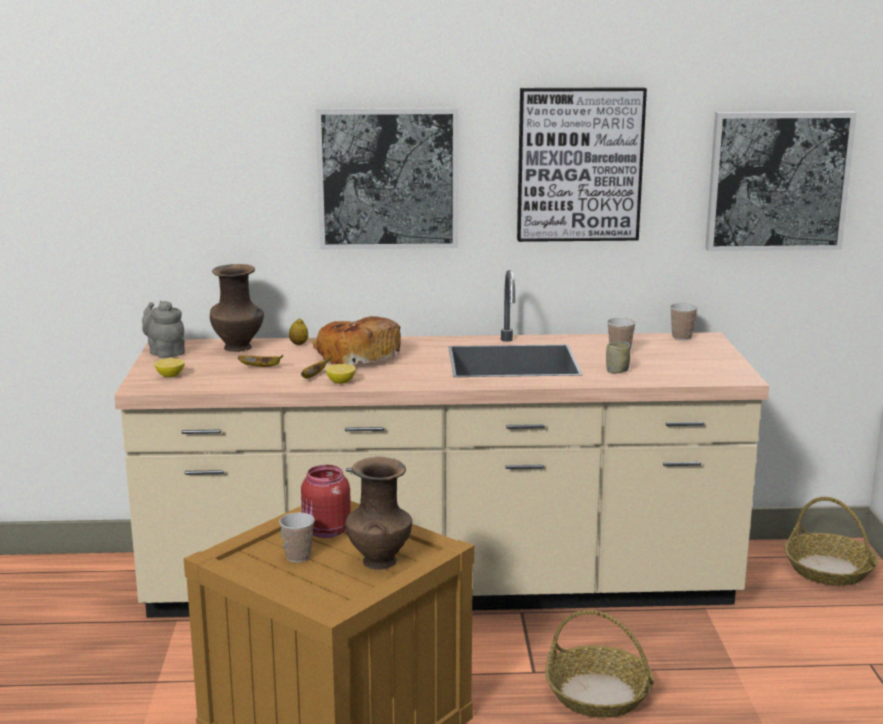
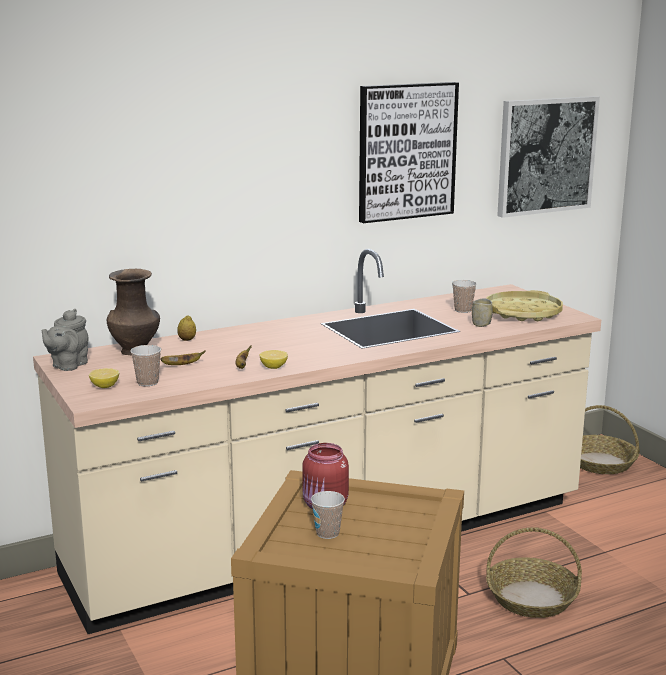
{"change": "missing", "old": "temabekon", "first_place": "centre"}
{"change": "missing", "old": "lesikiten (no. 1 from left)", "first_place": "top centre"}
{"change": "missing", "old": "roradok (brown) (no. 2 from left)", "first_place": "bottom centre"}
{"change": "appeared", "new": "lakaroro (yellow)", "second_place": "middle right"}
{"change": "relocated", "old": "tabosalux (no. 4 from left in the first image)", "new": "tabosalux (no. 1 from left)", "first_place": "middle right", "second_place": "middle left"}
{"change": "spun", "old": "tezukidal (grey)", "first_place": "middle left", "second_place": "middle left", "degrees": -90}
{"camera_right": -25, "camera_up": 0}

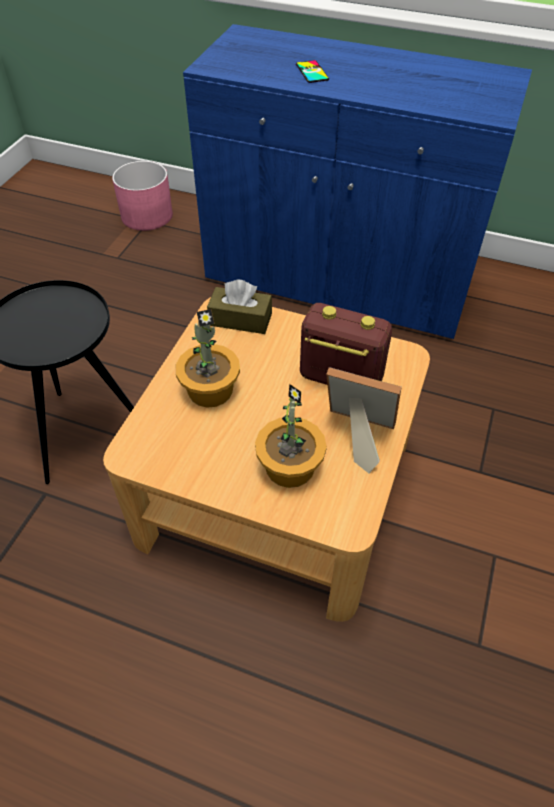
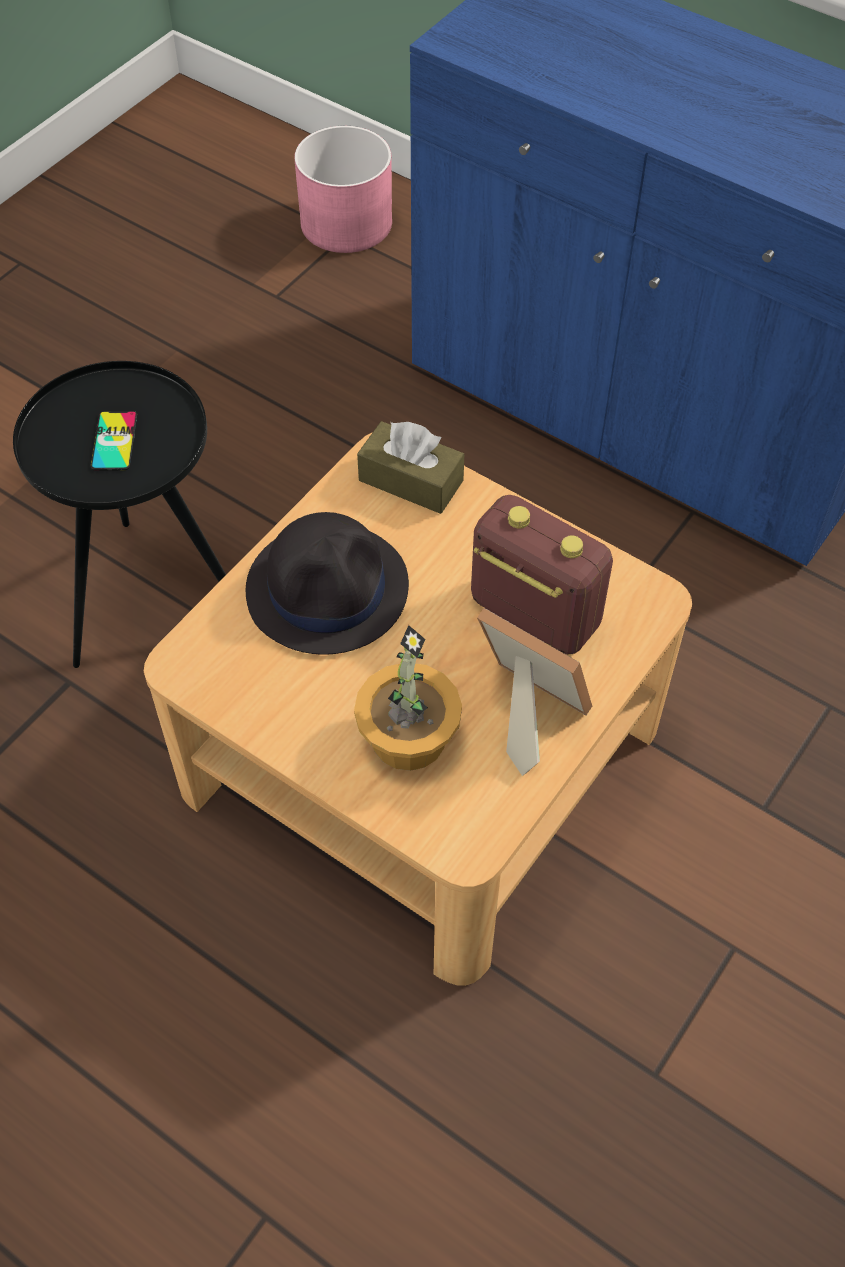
{"change": "relocated", "old": "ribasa", "first_place": "top centre", "second_place": "middle left"}
{"change": "exchanged", "old": "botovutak (no. 1 from left)", "new": "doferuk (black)", "first_place": "centre", "second_place": "centre"}
{"camera_right": 15, "camera_up": 5}

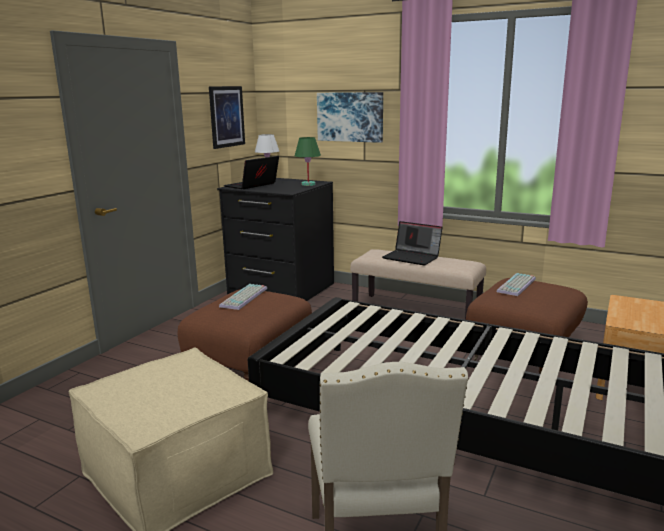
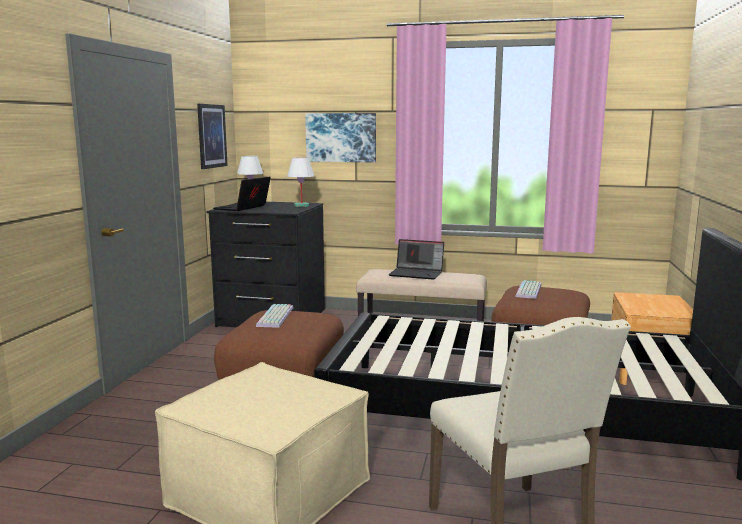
{"change": "colour", "old": "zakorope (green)", "new": "zakorope (white) (no. 2 from left)", "first_place": "top centre", "second_place": "centre"}
{"camera_right": -15, "camera_up": -5}

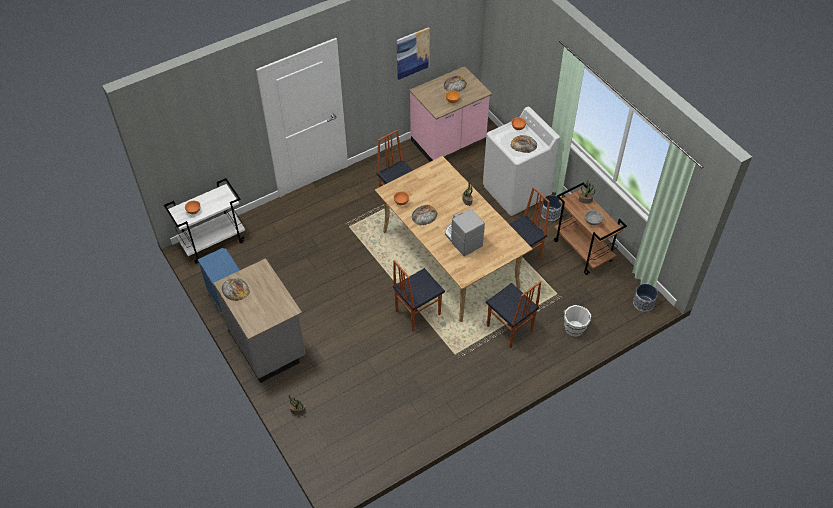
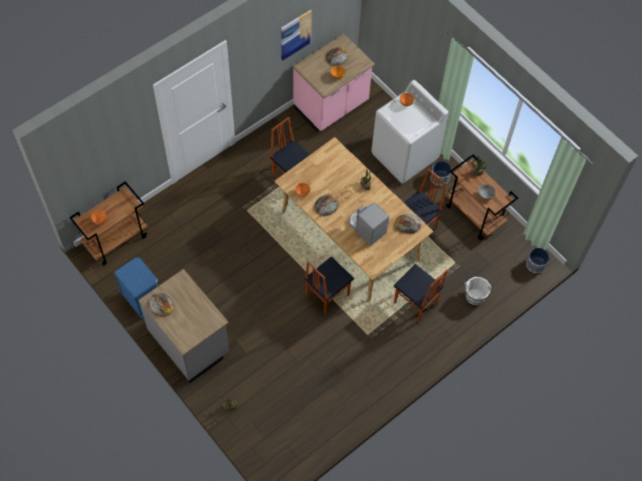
{"change": "relocated", "old": "temabekon (no. 4 from left)", "first_place": "top centre", "second_place": "centre"}
{"change": "colour", "old": "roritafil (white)", "new": "roritafil (brown) (no. 1 from left)", "first_place": "middle left", "second_place": "middle left"}
{"camera_right": -10, "camera_up": 10}

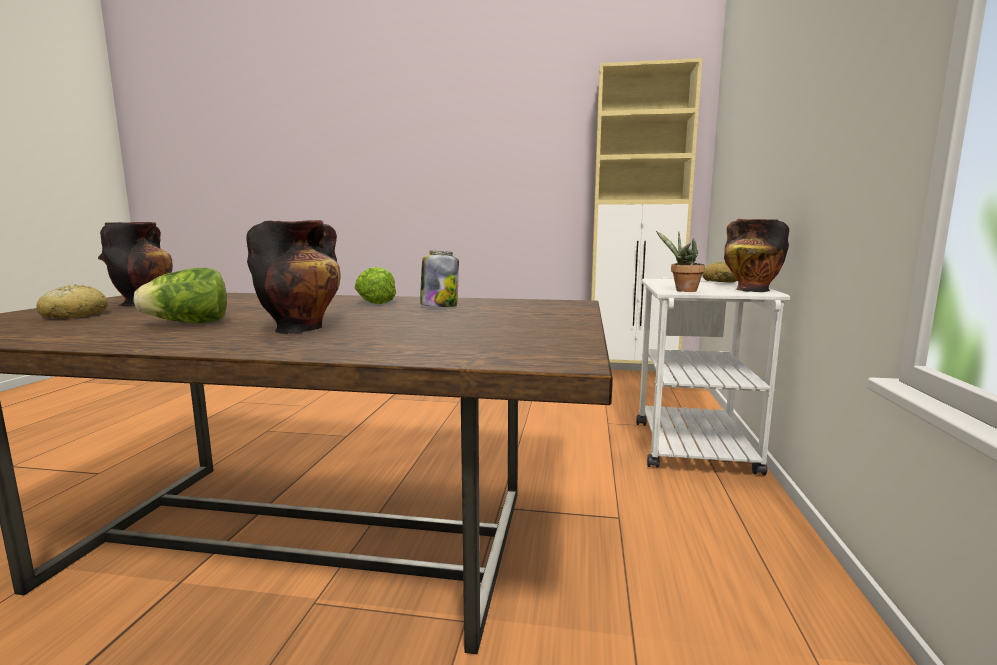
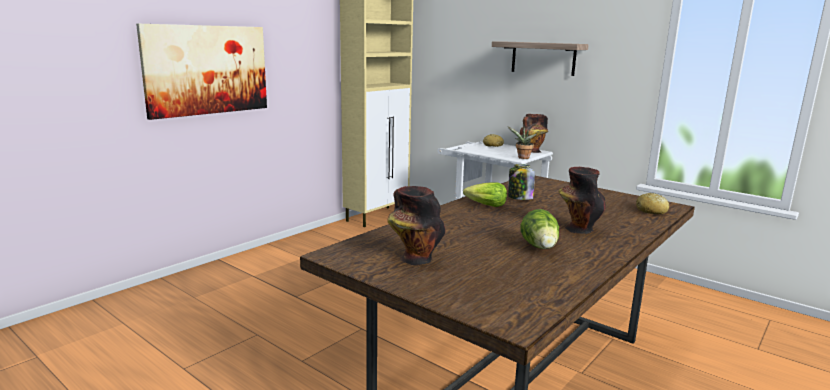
{"change": "appeared", "new": "lesikiten", "second_place": "top left"}
{"change": "appeared", "new": "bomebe", "second_place": "top centre"}
{"change": "relocated", "old": "temabekon (no. 1 from left in the first image)", "new": "temabekon (no. 2 from left)", "first_place": "middle left", "second_place": "middle right"}
{"camera_right": -60, "camera_up": 5}

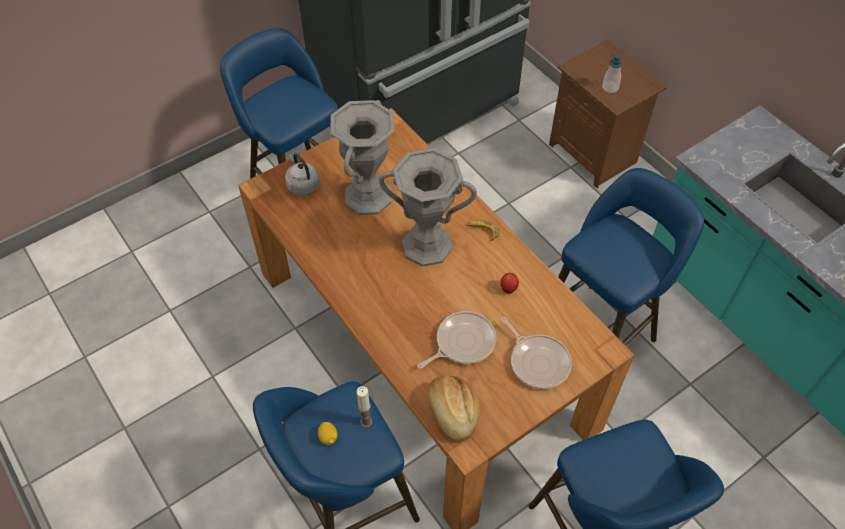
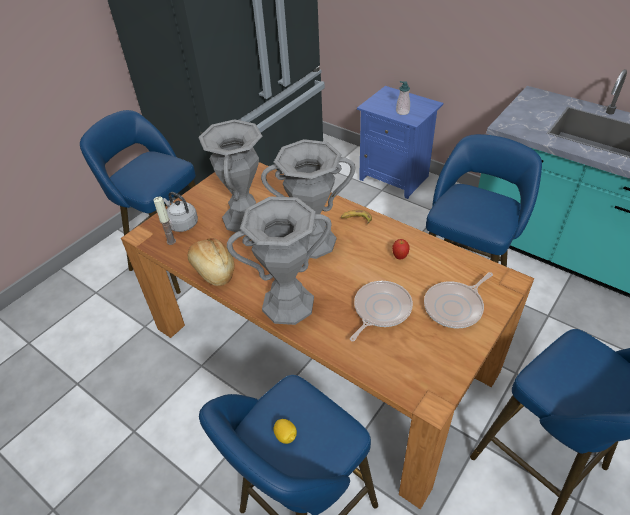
{"change": "appeared", "new": "roradok (grey) (no. 2 from left)", "second_place": "centre"}
{"change": "relocated", "old": "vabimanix", "first_place": "bottom centre", "second_place": "middle left"}
{"change": "relocated", "old": "temabekon", "first_place": "bottom centre", "second_place": "centre"}
{"change": "colour", "old": "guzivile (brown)", "new": "guzivile (blue)", "first_place": "top right", "second_place": "top centre"}
{"change": "spun", "old": "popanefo (no. 2 from left)", "first_place": "bottom centre", "second_place": "middle right", "degrees": 105}
{"camera_right": -15, "camera_up": -10}

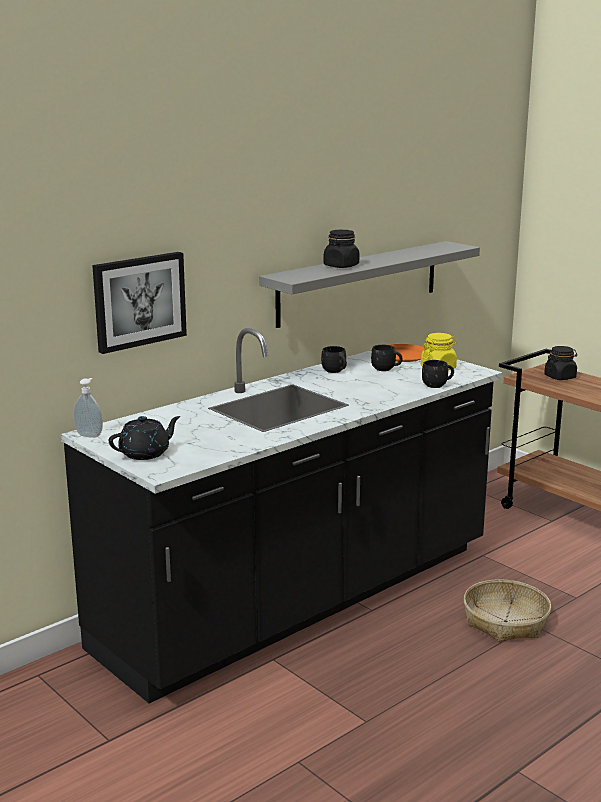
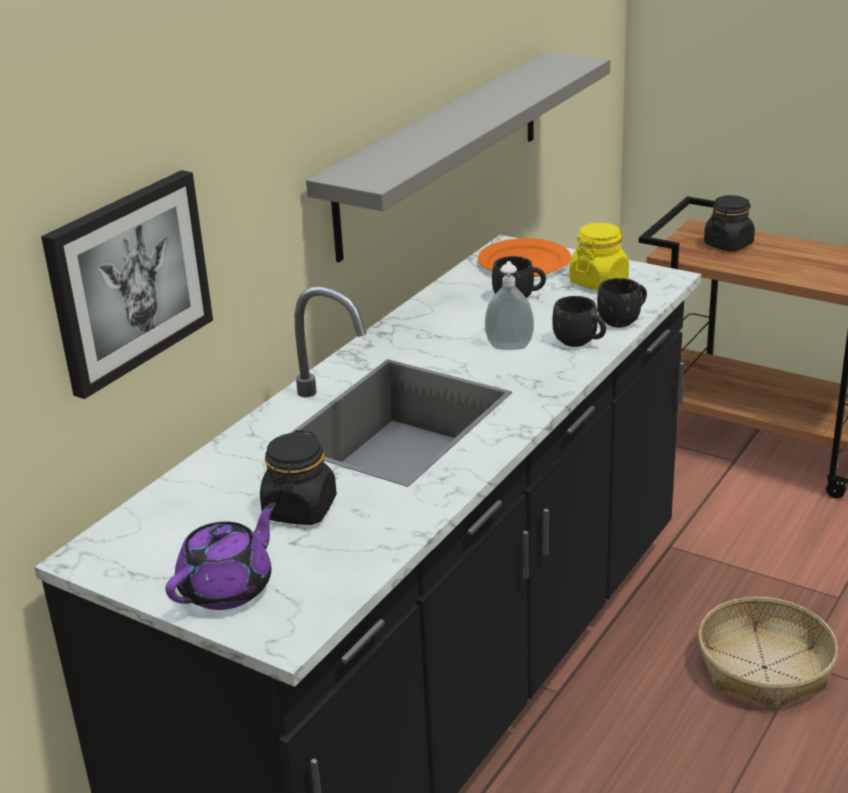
{"change": "relocated", "old": "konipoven", "first_place": "middle left", "second_place": "centre"}
{"change": "relocated", "old": "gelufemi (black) (no. 1 from left in the first image)", "new": "gelufemi (black) (no. 2 from left)", "first_place": "centre", "second_place": "middle right"}
{"change": "relocated", "old": "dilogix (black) (no. 1 from left)", "first_place": "top centre", "second_place": "centre"}
{"change": "colour", "old": "tezukidal (black)", "new": "tezukidal (purple)", "first_place": "middle left", "second_place": "bottom left"}
{"camera_right": -15, "camera_up": 10}

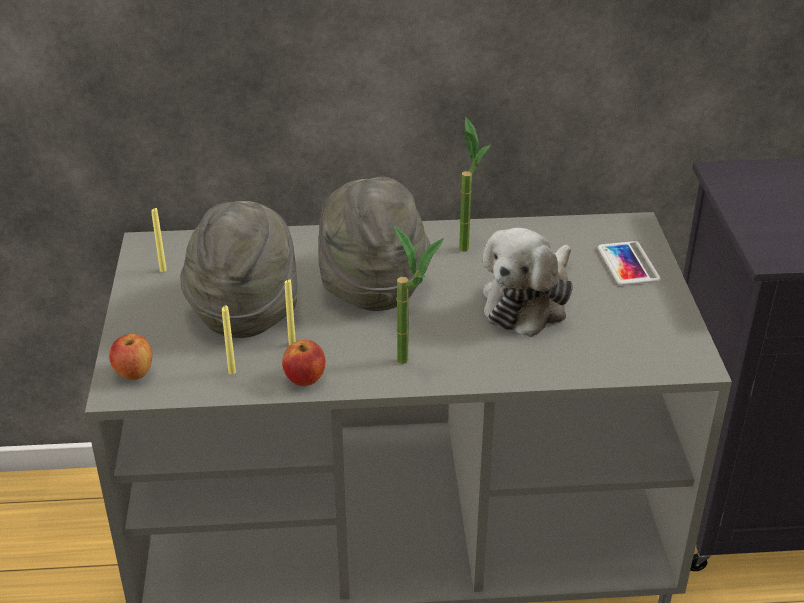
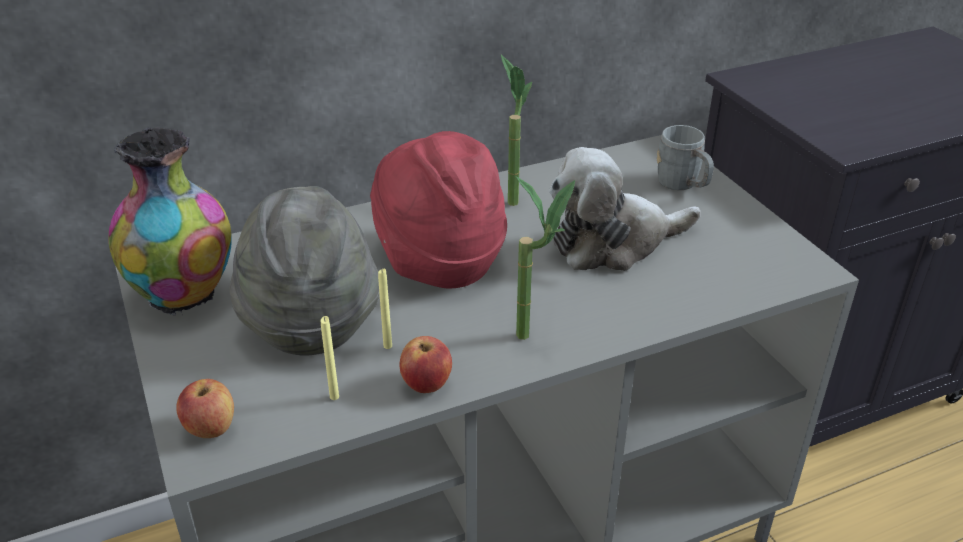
{"change": "exchanged", "old": "vabimanix (yellow) (no. 1 from left)", "new": "roradok", "first_place": "middle left", "second_place": "middle left"}
{"change": "exchanged", "old": "ribasa", "new": "gelufemi (grey)", "first_place": "middle right", "second_place": "top right"}
{"change": "colour", "old": "doferuk (grey) (no. 2 from left)", "new": "doferuk (red)", "first_place": "centre", "second_place": "centre"}
{"change": "spun", "old": "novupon", "first_place": "centre", "second_place": "centre", "degrees": 60}
{"camera_right": -20, "camera_up": 0}

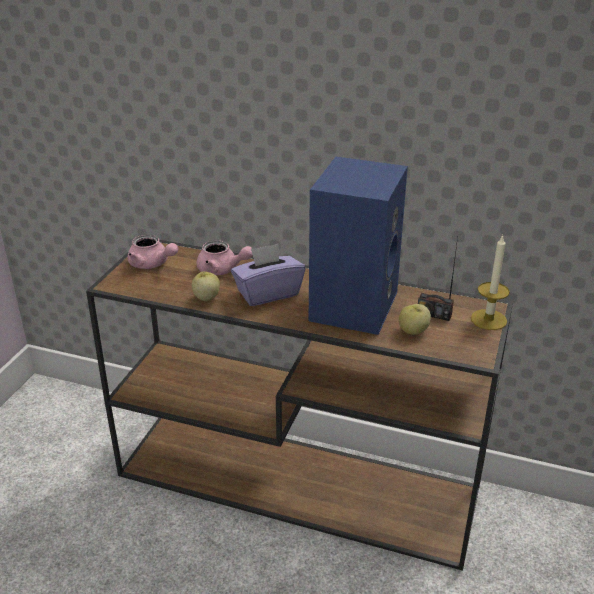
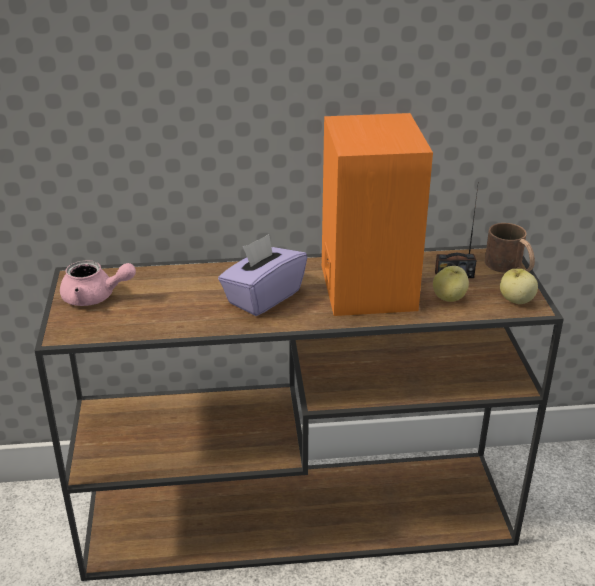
{"change": "missing", "old": "tezukidal (pink) (no. 2 from left)", "first_place": "centre"}
{"change": "relocated", "old": "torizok (no. 1 from left in the first image)", "new": "torizok (no. 2 from left)", "first_place": "centre", "second_place": "middle right"}
{"change": "exchanged", "old": "vabimanix", "new": "gelufemi (brown)", "first_place": "middle right", "second_place": "middle right"}
{"change": "colour", "old": "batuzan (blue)", "new": "batuzan (orange)", "first_place": "centre", "second_place": "centre"}
{"camera_right": -25, "camera_up": 0}

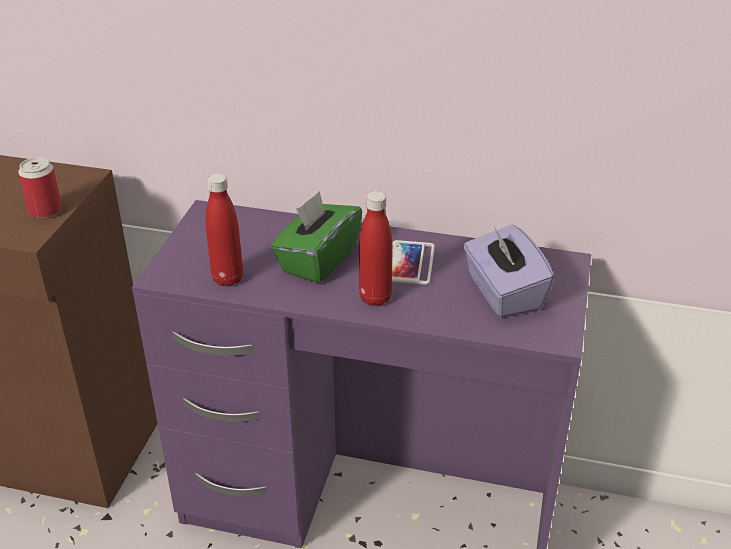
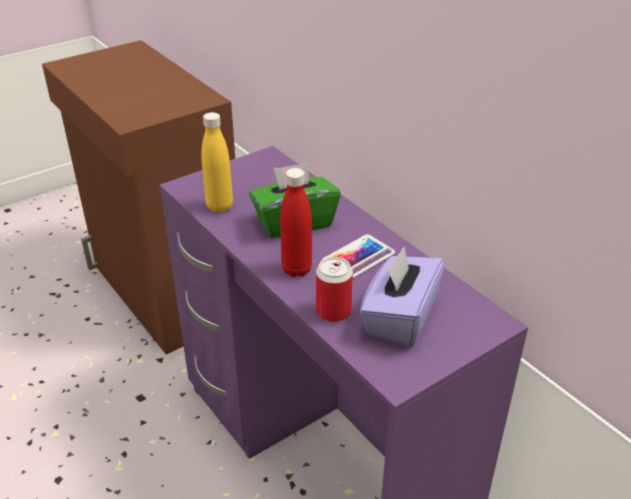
{"change": "relocated", "old": "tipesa", "first_place": "middle left", "second_place": "centre"}
{"change": "colour", "old": "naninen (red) (no. 1 from left)", "new": "naninen (yellow)", "first_place": "middle left", "second_place": "top centre"}
{"camera_right": 40, "camera_up": 0}

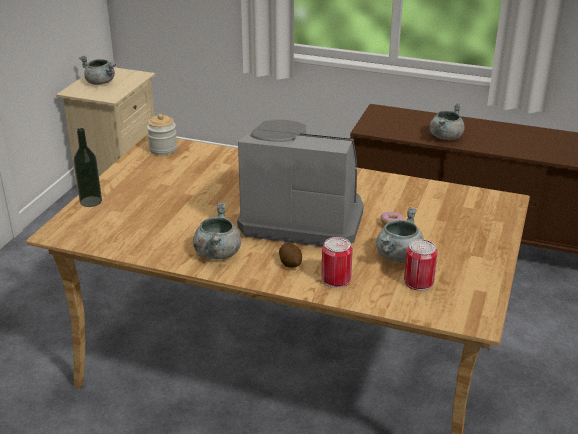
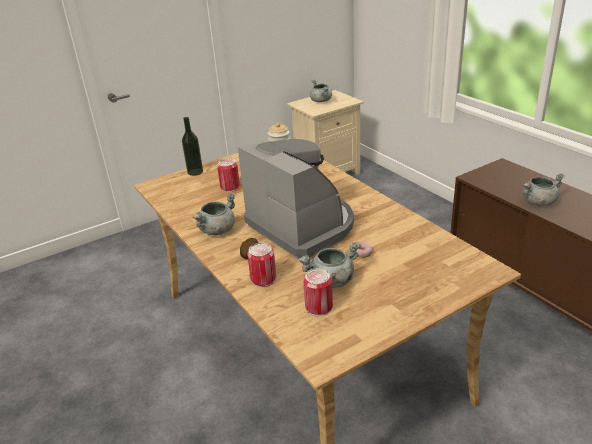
{"change": "appeared", "new": "tipesa (no. 1 from left)", "second_place": "centre"}
{"camera_right": 40, "camera_up": 0}

